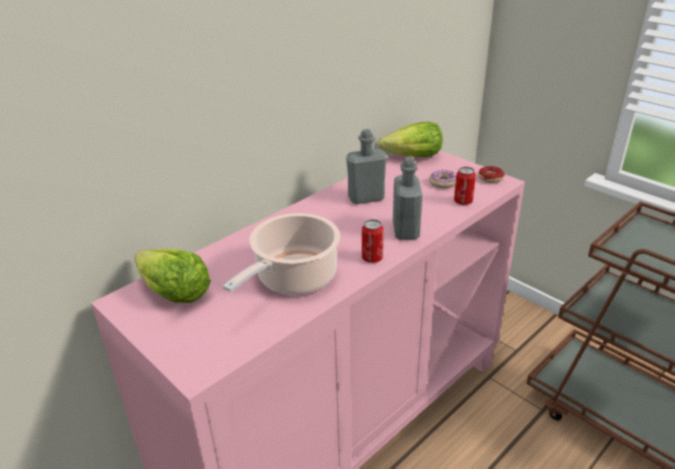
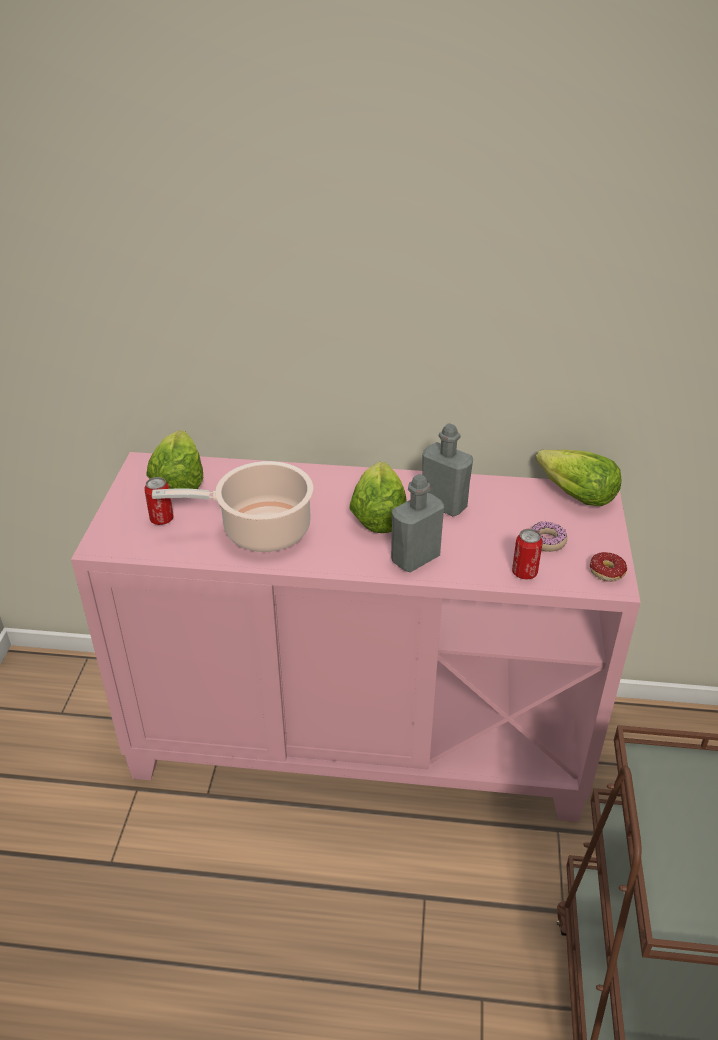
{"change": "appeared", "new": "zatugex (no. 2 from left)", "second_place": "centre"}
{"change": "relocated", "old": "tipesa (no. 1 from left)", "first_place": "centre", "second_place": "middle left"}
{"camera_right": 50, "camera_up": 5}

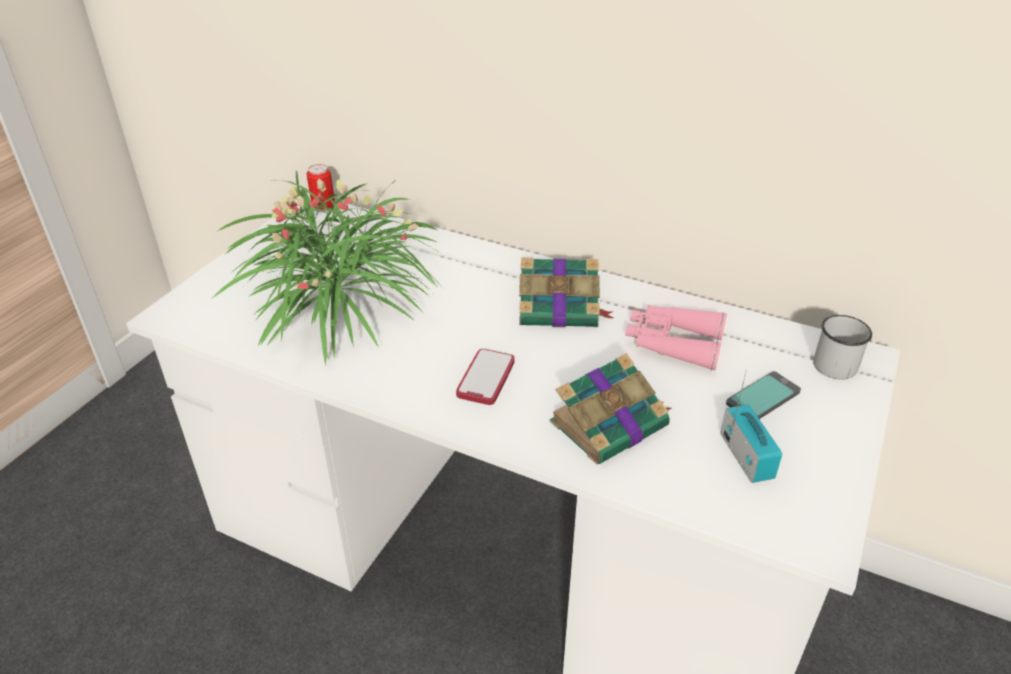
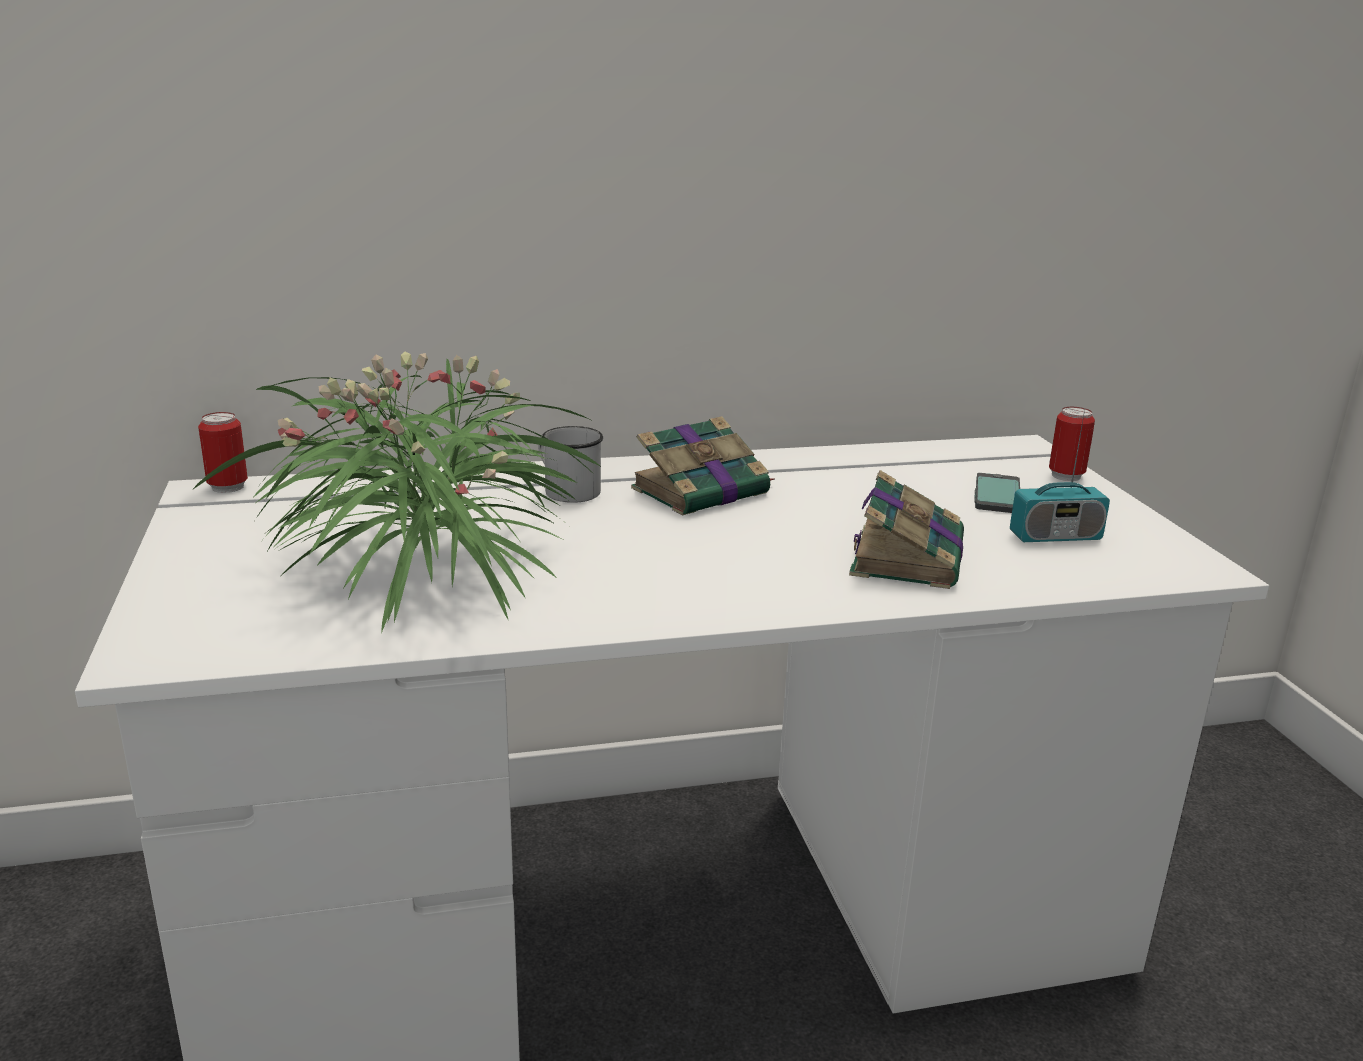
{"change": "missing", "old": "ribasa (no. 1 from left)", "first_place": "centre"}
{"change": "missing", "old": "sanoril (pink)", "first_place": "middle right"}
{"change": "appeared", "new": "tipesa (no. 2 from left)", "second_place": "middle right"}
{"change": "relocated", "old": "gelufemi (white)", "first_place": "middle right", "second_place": "centre"}
{"change": "spun", "old": "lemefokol", "first_place": "middle right", "second_place": "middle right", "degrees": 135}
{"camera_right": -40, "camera_up": -15}

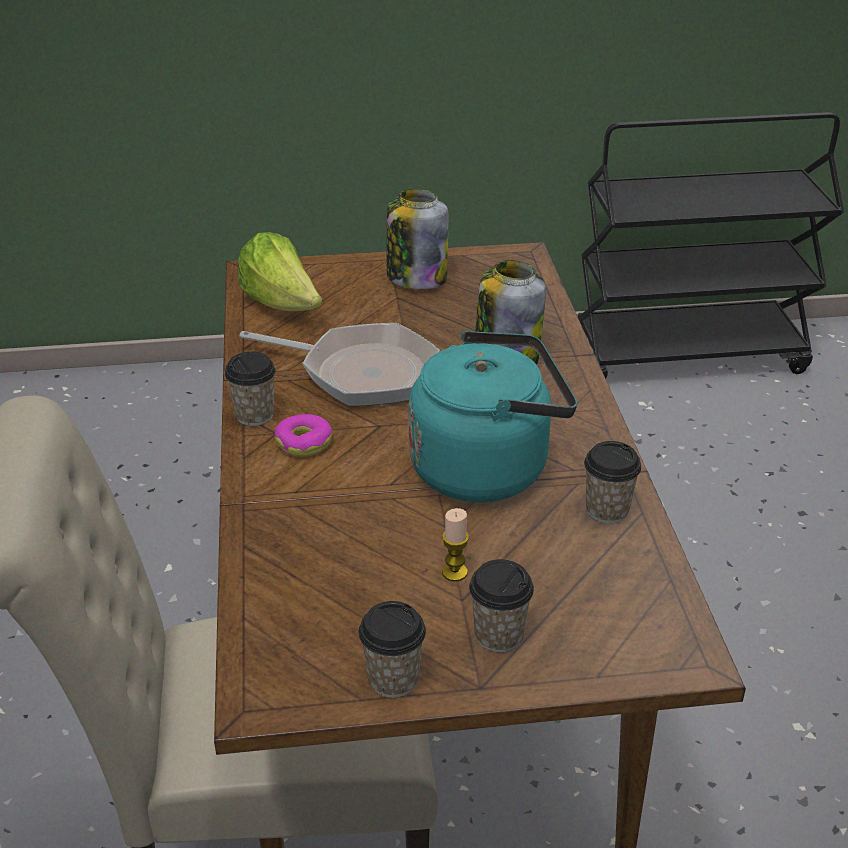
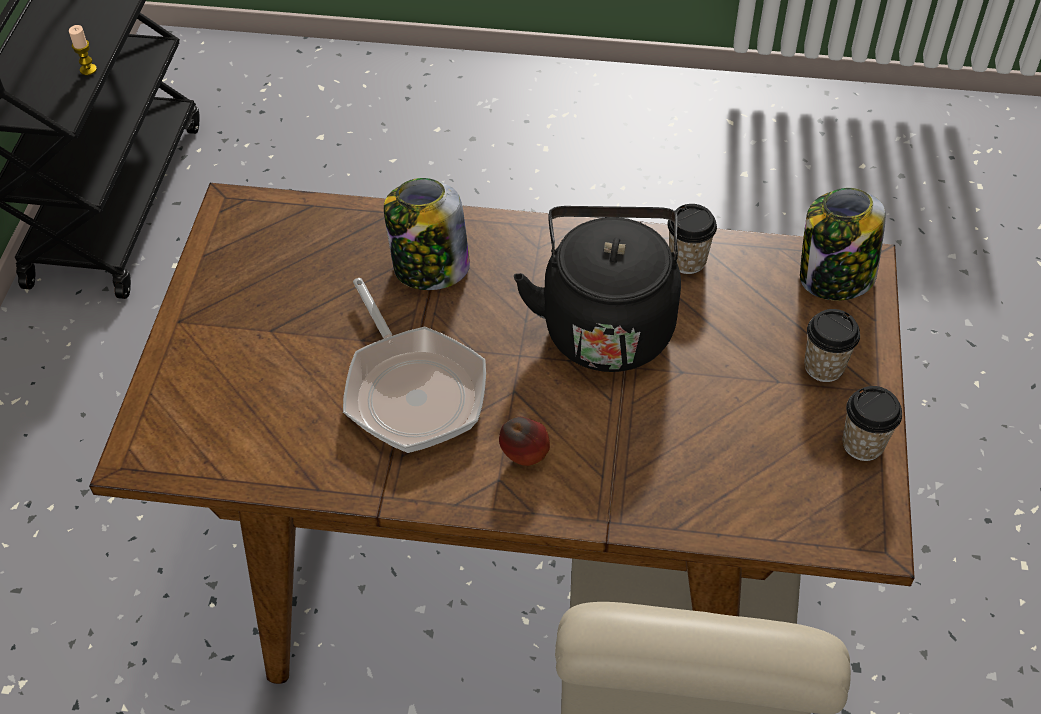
{"change": "missing", "old": "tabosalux (no. 1 from left)", "first_place": "middle left"}
{"change": "missing", "old": "zatugex", "first_place": "top left"}
{"change": "relocated", "old": "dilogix (no. 1 from left in the first image)", "new": "dilogix (no. 2 from left)", "first_place": "top centre", "second_place": "middle right"}
{"change": "relocated", "old": "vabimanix", "first_place": "centre", "second_place": "top left"}
{"change": "exchanged", "old": "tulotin", "new": "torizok", "first_place": "centre", "second_place": "centre"}
{"change": "colour", "old": "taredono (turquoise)", "new": "taredono (black)", "first_place": "centre", "second_place": "centre"}
{"change": "spun", "old": "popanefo", "first_place": "centre", "second_place": "centre", "degrees": 120}
{"camera_right": -75, "camera_up": 15}

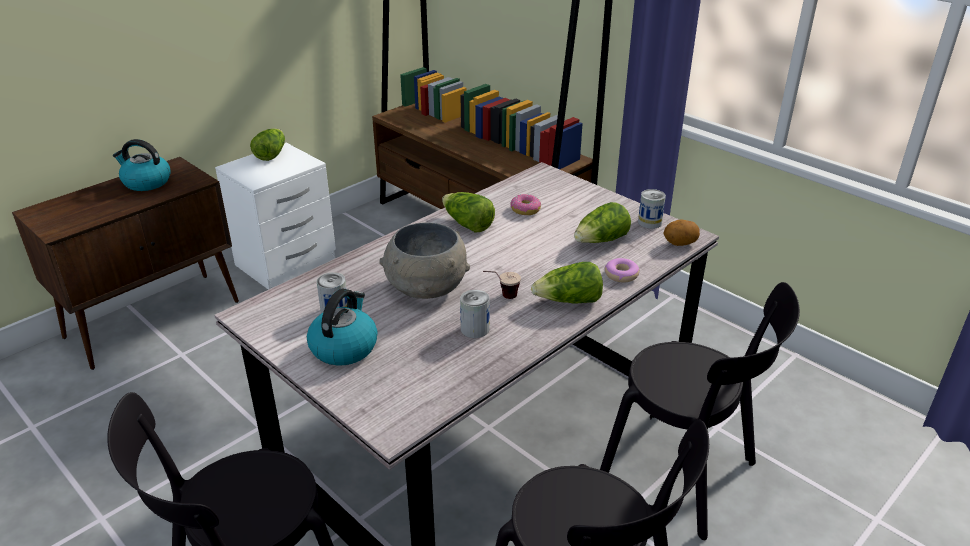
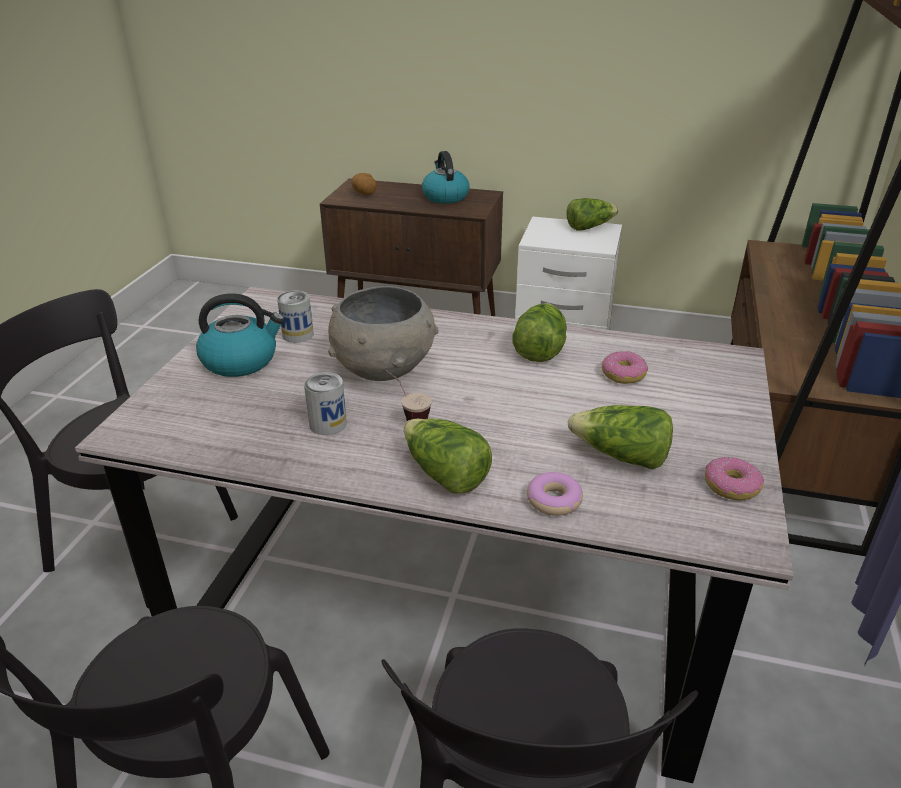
{"change": "relocated", "old": "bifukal", "first_place": "middle right", "second_place": "top centre"}
{"change": "exchanged", "old": "tipesa (no. 3 from left)", "new": "tulotin (no. 3 from left)", "first_place": "middle right", "second_place": "middle right"}
{"camera_right": 60, "camera_up": 0}

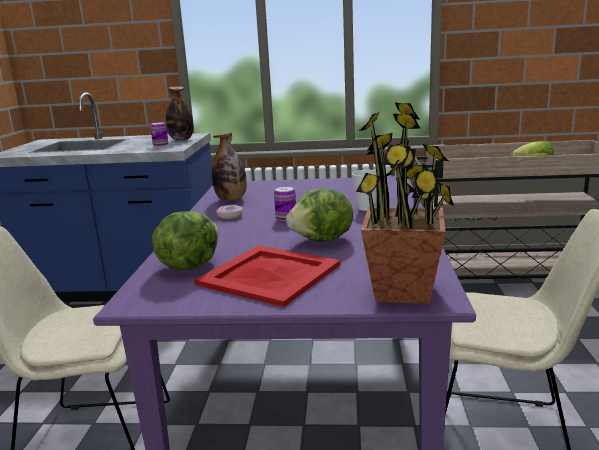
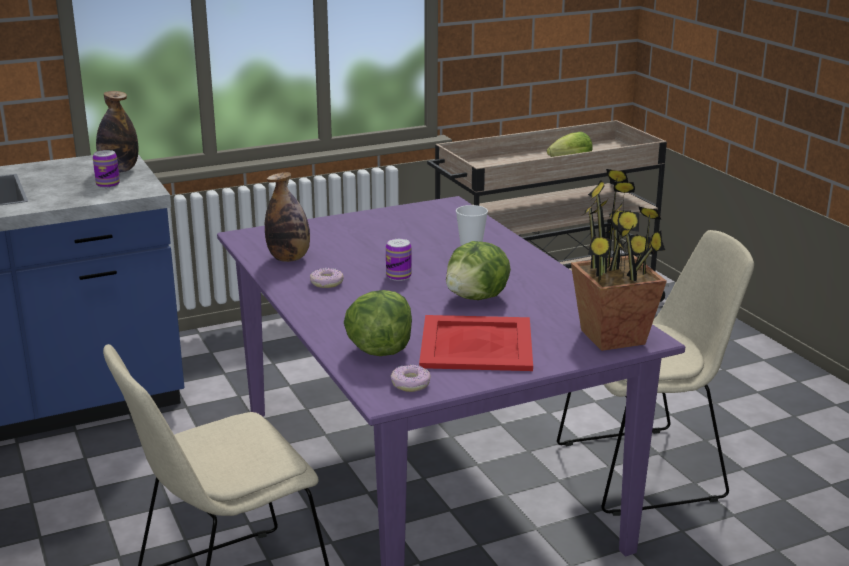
{"change": "appeared", "new": "tulotin (no. 2 from left)", "second_place": "bottom centre"}
{"camera_right": -30, "camera_up": 5}

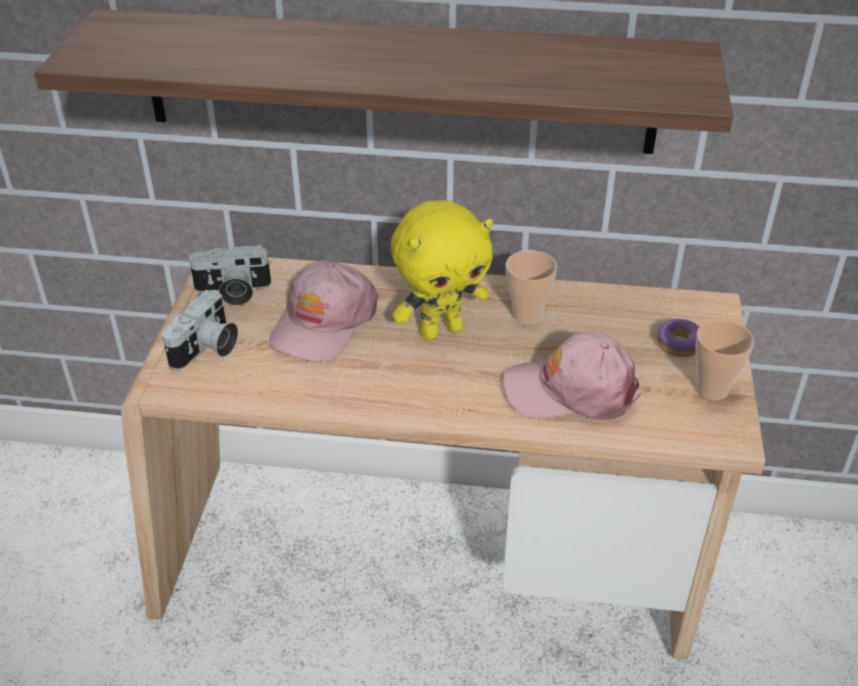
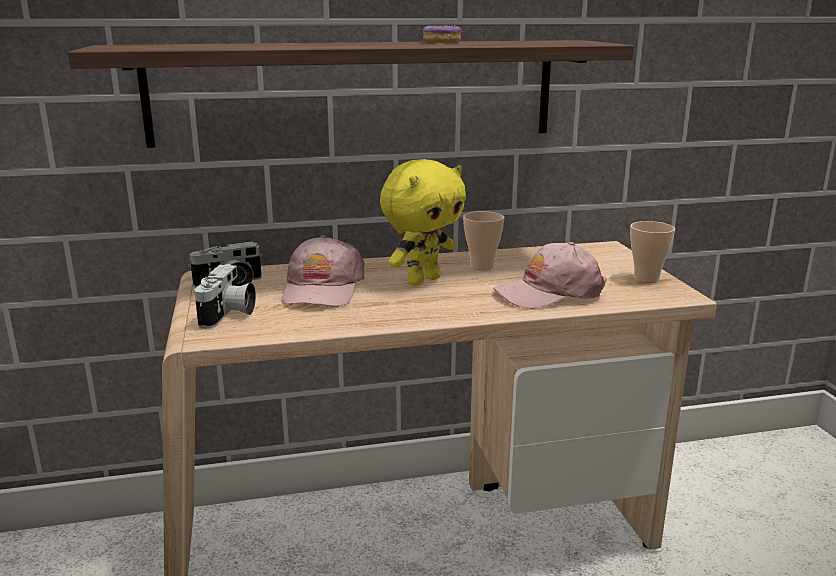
{"change": "relocated", "old": "tulotin", "first_place": "middle right", "second_place": "top centre"}
{"camera_right": -20, "camera_up": -20}

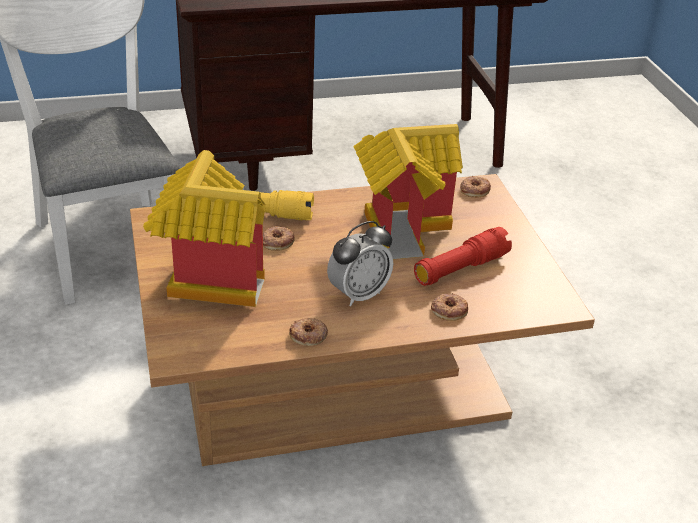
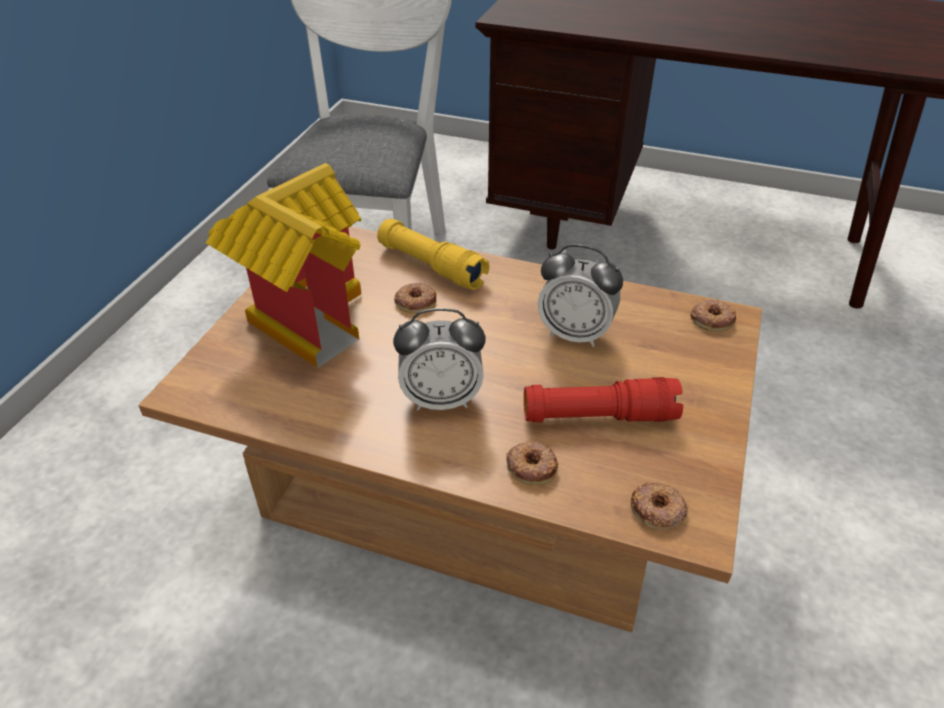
{"change": "relocated", "old": "tulotin (no. 2 from left in the first image)", "new": "tulotin (no. 3 from left)", "first_place": "centre", "second_place": "bottom right"}
{"change": "exchanged", "old": "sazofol (no. 2 from left)", "new": "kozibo (no. 2 from left)", "first_place": "centre", "second_place": "centre"}
{"camera_right": 35, "camera_up": 5}

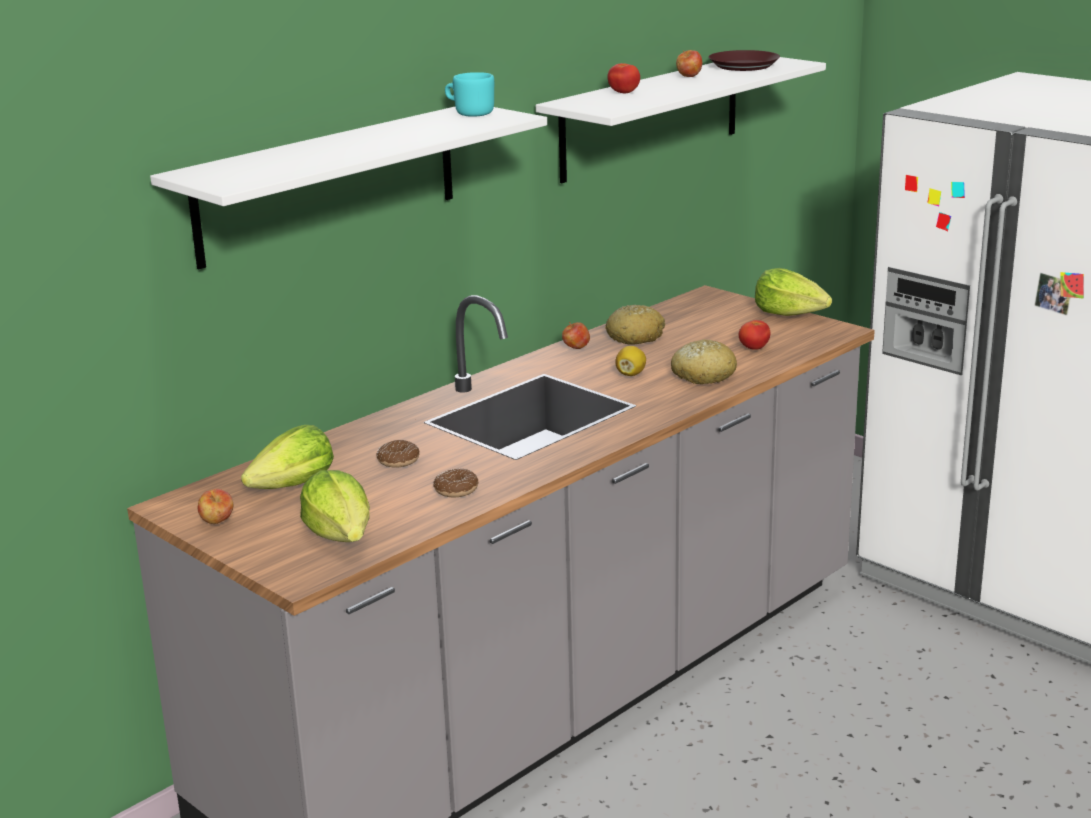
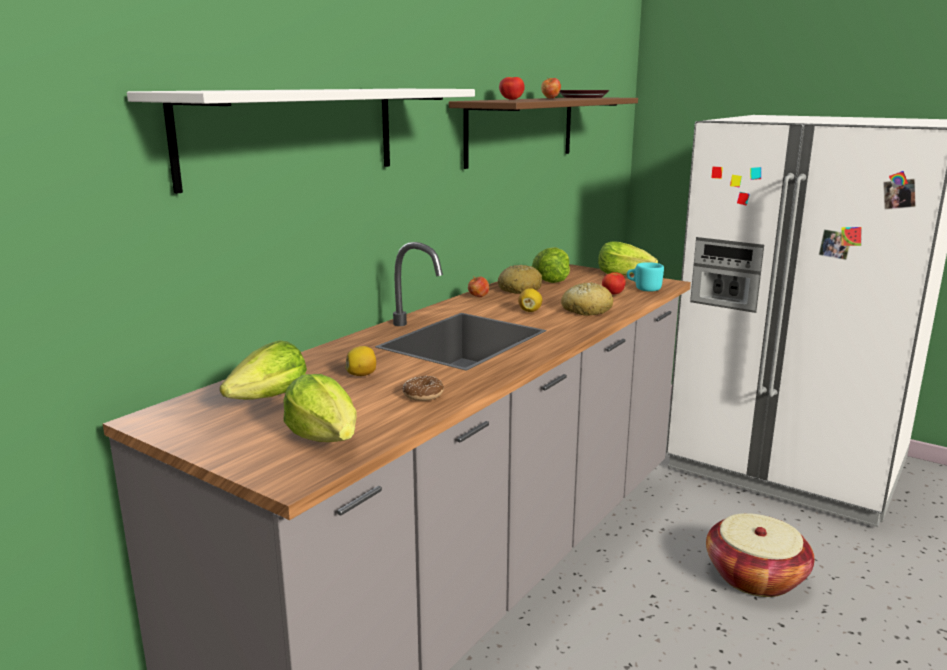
{"change": "missing", "old": "torizok (no. 1 from left)", "first_place": "middle left"}
{"change": "appeared", "new": "zatugex (no. 3 from left)", "second_place": "centre"}
{"change": "appeared", "new": "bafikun", "second_place": "bottom right"}
{"change": "relocated", "old": "gelufemi (turquoise)", "first_place": "top centre", "second_place": "middle right"}
{"change": "exchanged", "old": "tulotin (no. 1 from left)", "new": "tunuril (no. 1 from left)", "first_place": "centre", "second_place": "centre"}
{"change": "colour", "old": "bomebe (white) (no. 2 from left)", "new": "bomebe (brown)", "first_place": "top centre", "second_place": "top centre"}
{"camera_right": -10, "camera_up": -5}

